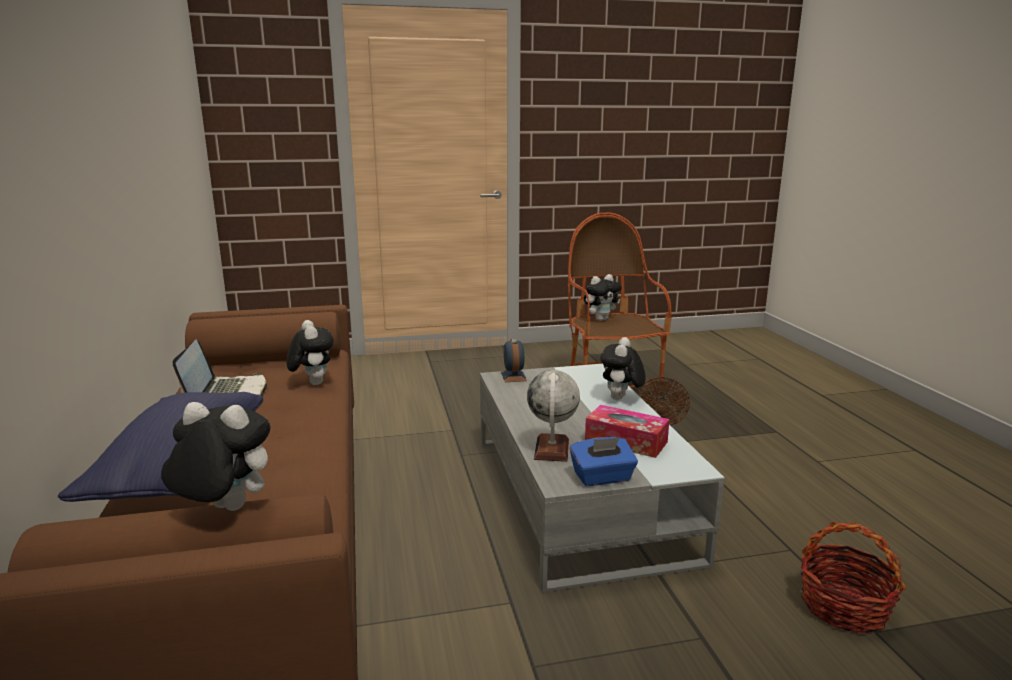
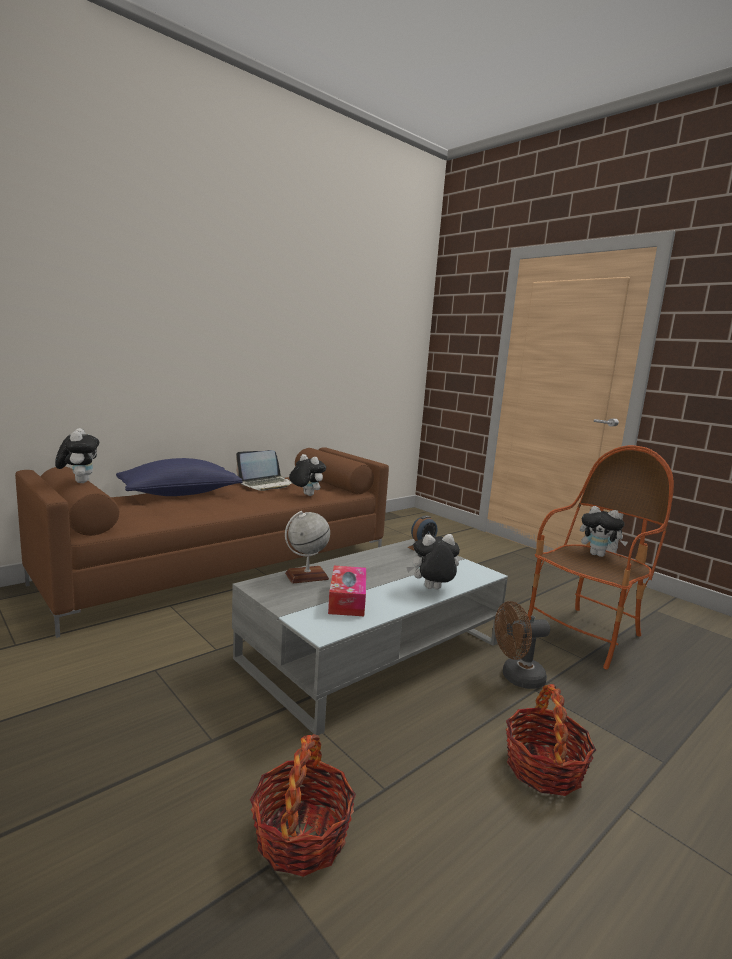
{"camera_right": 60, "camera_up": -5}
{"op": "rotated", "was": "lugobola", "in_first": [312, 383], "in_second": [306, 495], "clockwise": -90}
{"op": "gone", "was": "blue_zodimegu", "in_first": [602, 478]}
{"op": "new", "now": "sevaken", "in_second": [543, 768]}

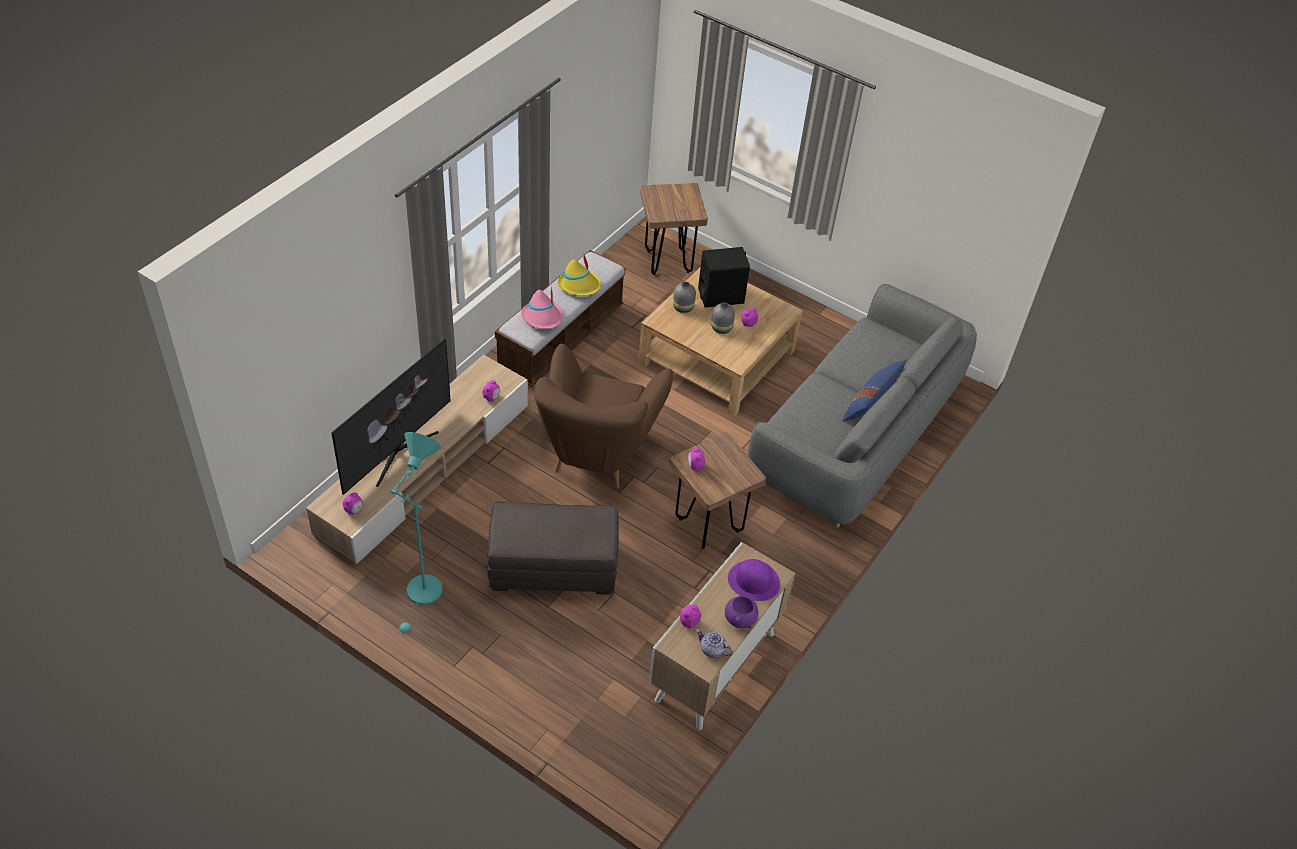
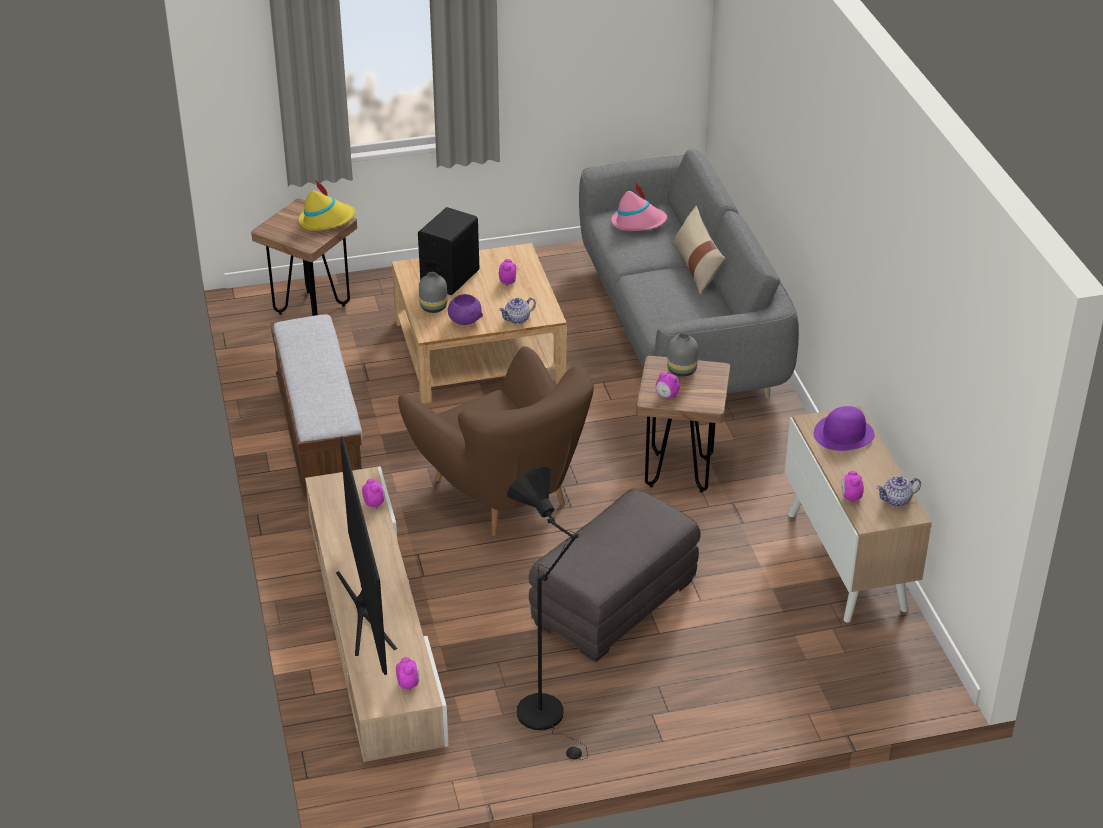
{"camera_right": -45, "camera_up": -10}
{"op": "repainted", "was": "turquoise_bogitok", "now": "black_bogitok", "in_first": [423, 596], "in_second": [547, 718]}
{"op": "shifted", "was": "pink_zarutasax", "in_first": [543, 317], "in_second": [638, 222]}
{"op": "shifted", "was": "yellow_zarutasax", "in_first": [579, 285], "in_second": [326, 220]}
{"op": "shifted", "was": "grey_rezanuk", "in_first": [722, 328], "in_second": [682, 370]}
{"op": "shifted", "was": "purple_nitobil", "in_first": [740, 619], "in_second": [465, 320]}
{"op": "repainted", "was": "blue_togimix", "now": "beige_togimix", "in_first": [870, 402], "in_second": [697, 266]}
{"op": "new", "now": "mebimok", "in_second": [517, 319]}

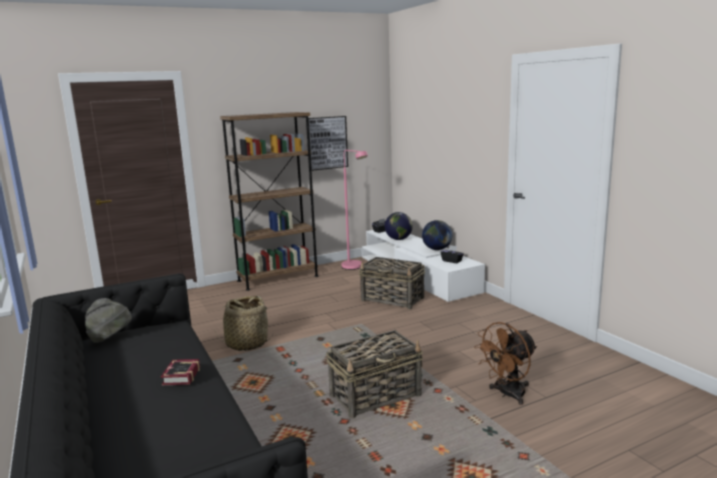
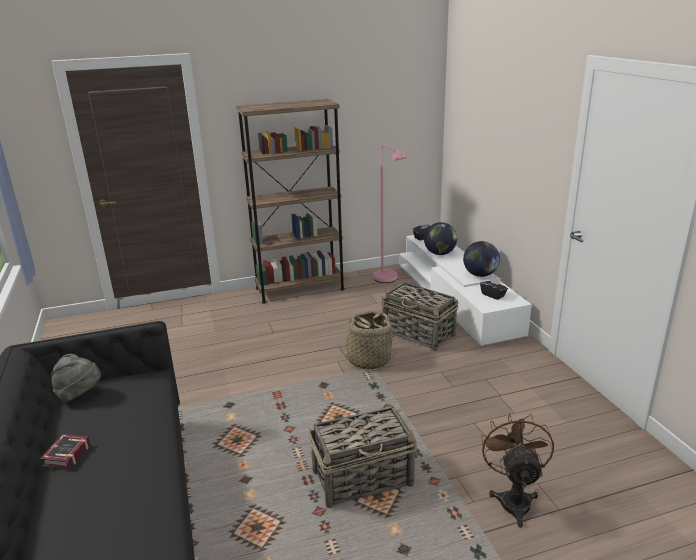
{"camera_right": 10, "camera_up": 10}
{"op": "shifted", "was": "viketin", "in_first": [180, 377], "in_second": [65, 456]}
{"op": "shifted", "was": "sevaken", "in_first": [246, 343], "in_second": [368, 359]}
{"op": "gone", "was": "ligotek", "in_first": [327, 143]}
{"op": "rotated", "was": "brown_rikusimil", "in_first": [507, 394], "in_second": [513, 498], "clockwise": 120}

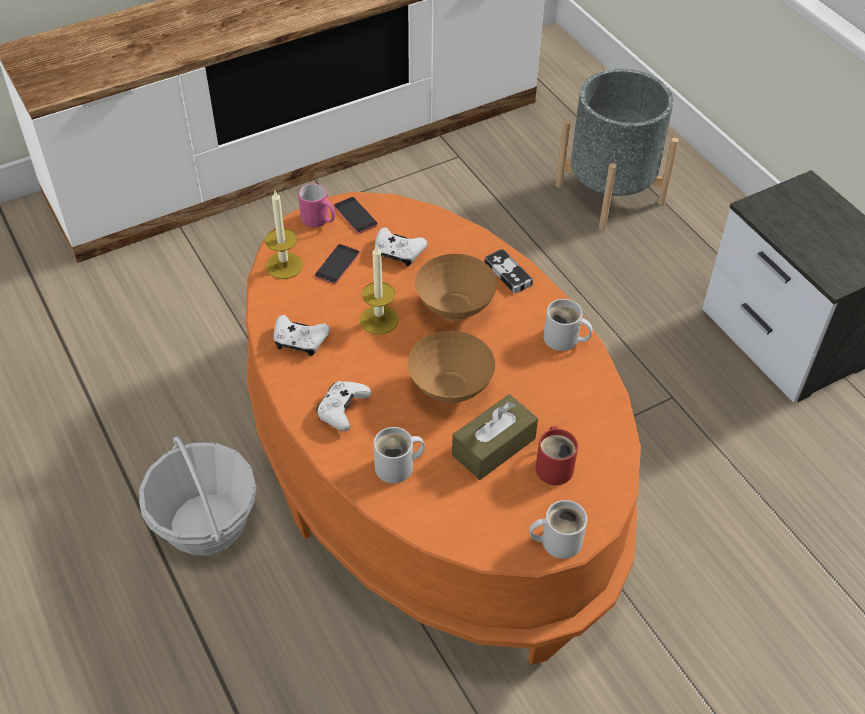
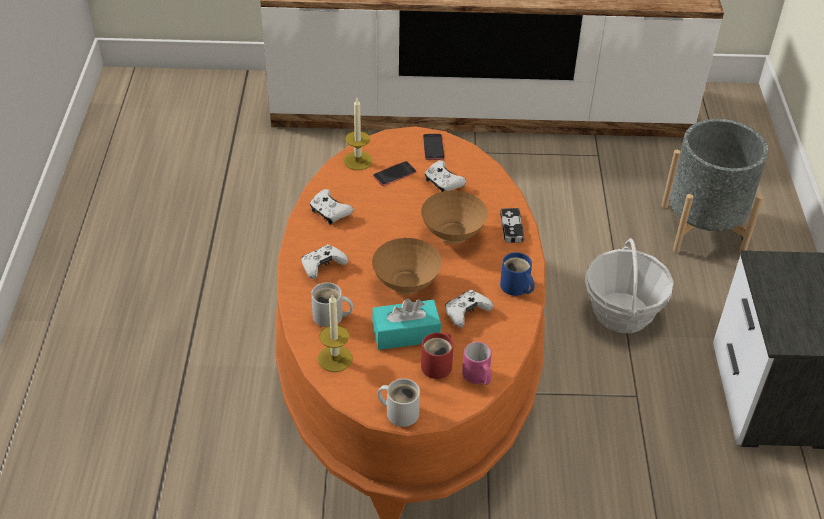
{"camera_right": 30, "camera_up": -5}
{"op": "shifted", "was": "sevaken", "in_first": [206, 524], "in_second": [622, 313]}
{"op": "shifted", "was": "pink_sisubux", "in_first": [319, 221], "in_second": [478, 378]}
{"op": "shifted", "was": "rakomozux", "in_first": [379, 320], "in_second": [335, 358]}
{"op": "repainted", "was": "brown_zodimegu", "now": "turquoise_zodimegu", "in_first": [493, 446], "in_second": [406, 333]}
{"op": "repainted", "was": "white_sisubux", "now": "blue_sisubux", "in_first": [564, 340], "in_second": [515, 287]}
{"op": "new", "now": "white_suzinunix", "in_second": [466, 313]}

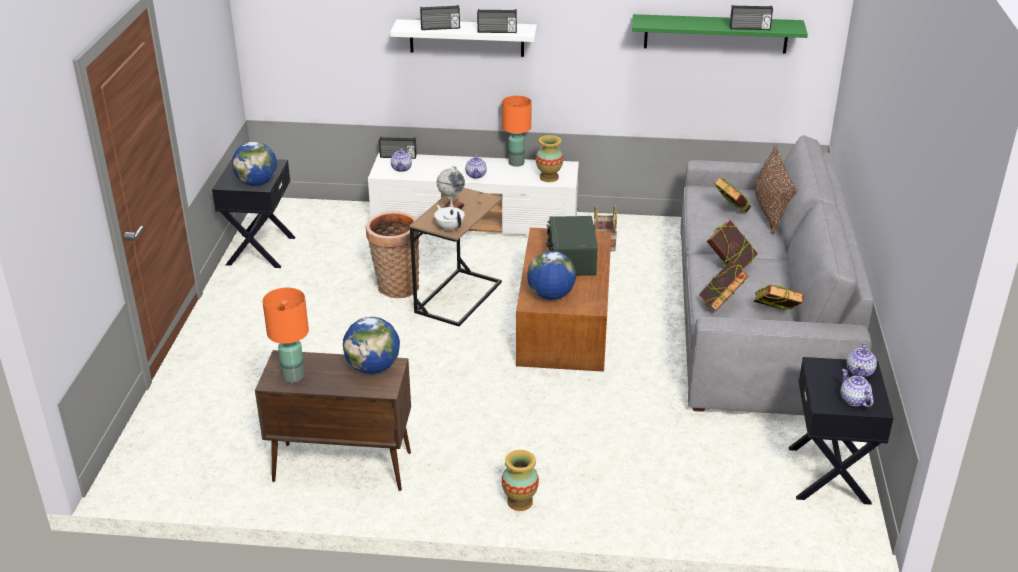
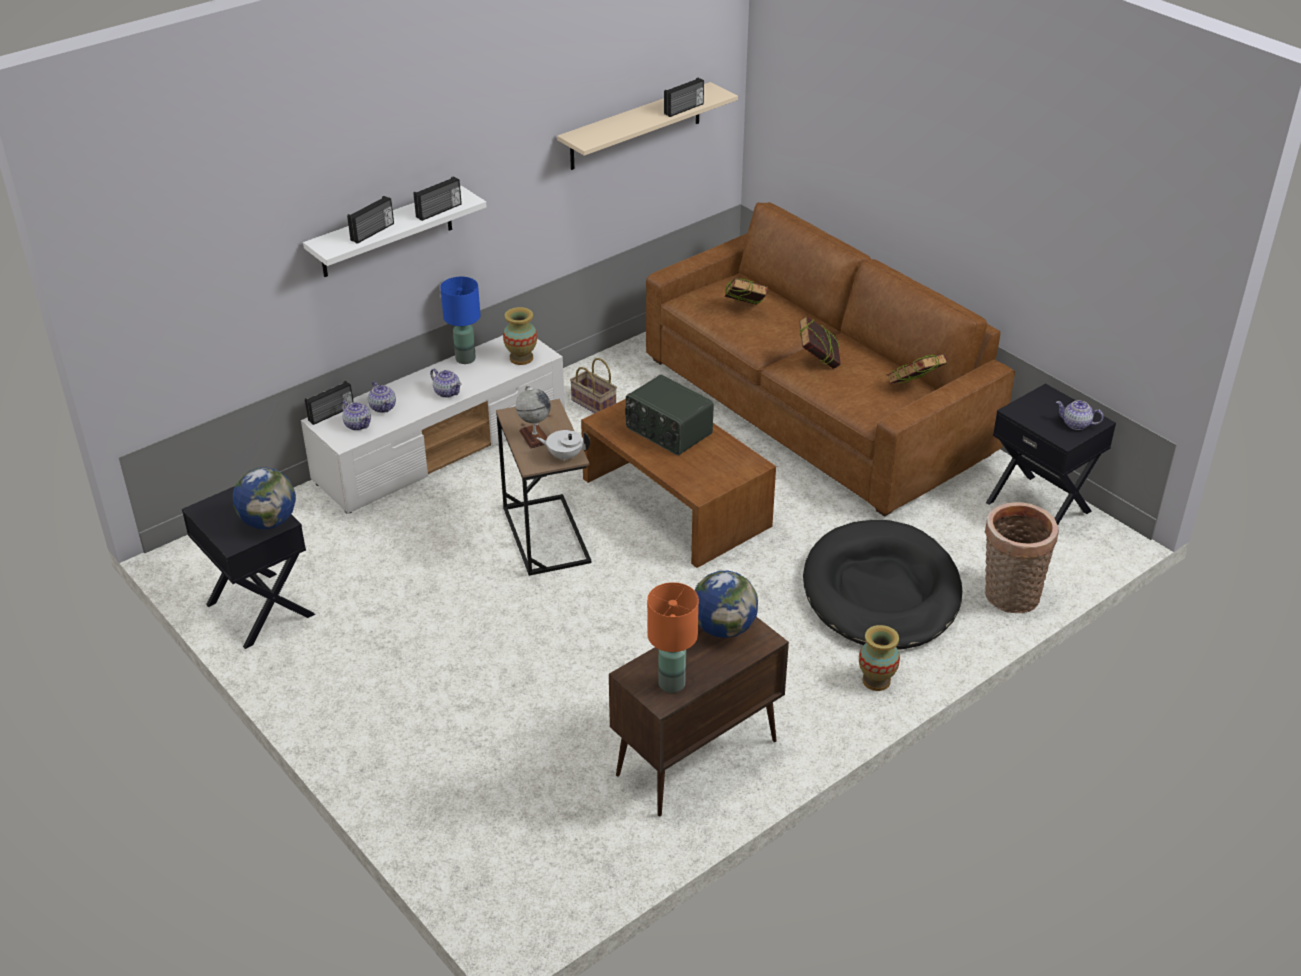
{"camera_right": -45, "camera_up": 5}
{"op": "shifted", "was": "sevaken", "in_first": [395, 286], "in_second": [1008, 597]}
{"op": "repainted", "was": "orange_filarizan", "now": "blue_filarizan", "in_first": [516, 163], "in_second": [465, 358]}
{"op": "gone", "was": "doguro", "in_first": [551, 295]}
{"op": "repainted", "was": "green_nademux", "now": "beige_nademux", "in_first": [716, 33], "in_second": [636, 126]}
{"op": "repainted", "was": "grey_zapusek", "now": "brown_zapusek", "in_first": [756, 318], "in_second": [815, 406]}
{"op": "gone", "was": "viketin", "in_first": [721, 305]}
{"op": "gone", "was": "brown_togimix", "in_first": [769, 210]}
{"op": "shifted", "was": "mebimok", "in_first": [860, 371], "in_second": [383, 407]}
{"op": "new", "now": "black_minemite", "in_second": [881, 592]}

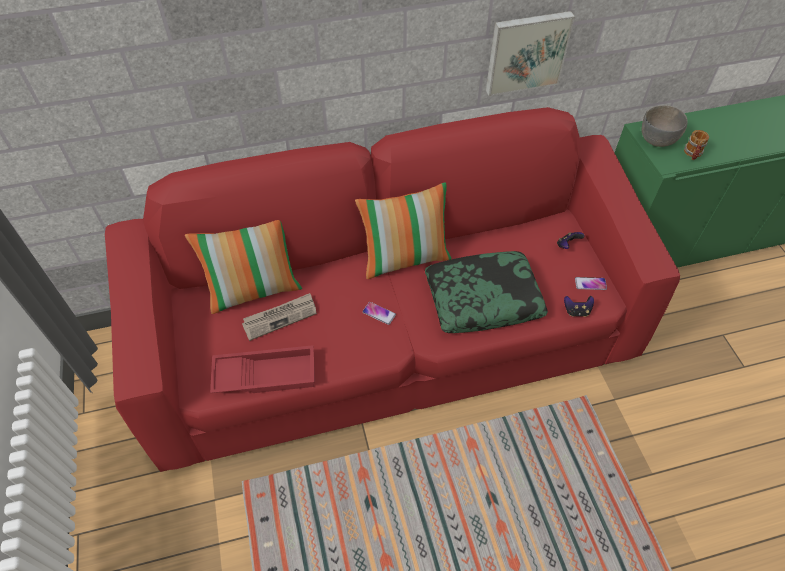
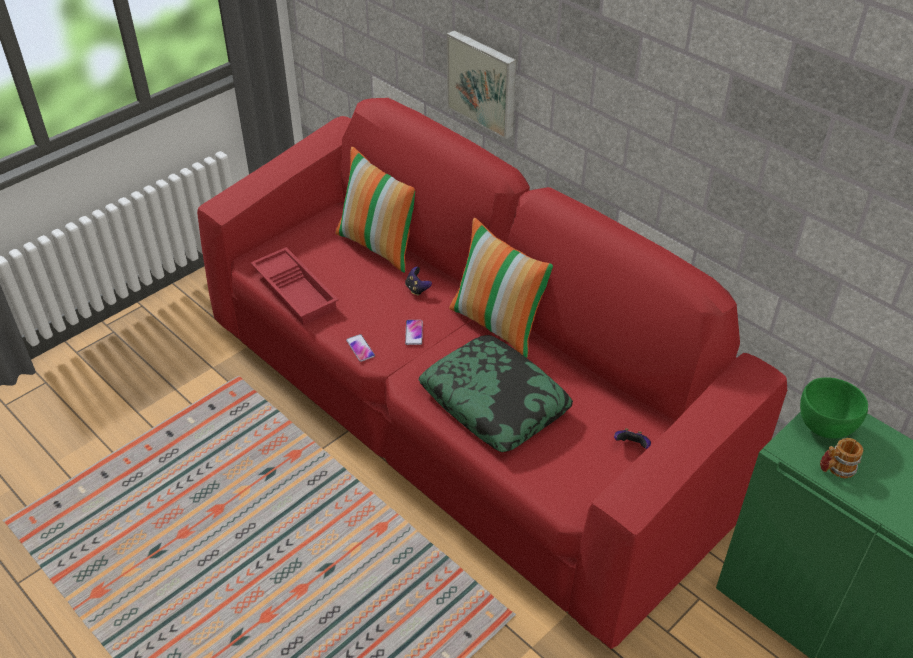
{"camera_right": 60, "camera_up": -10}
{"op": "gone", "was": "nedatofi", "in_first": [280, 317]}
{"op": "shifted", "was": "ligotek", "in_first": [526, 52], "in_second": [483, 83]}
{"op": "shifted", "was": "suzinunix", "in_first": [576, 311], "in_second": [417, 289]}
{"op": "shifted", "was": "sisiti", "in_first": [590, 284], "in_second": [360, 348]}
{"op": "repainted", "was": "grey_nitobil", "now": "green_nitobil", "in_first": [657, 140], "in_second": [825, 427]}

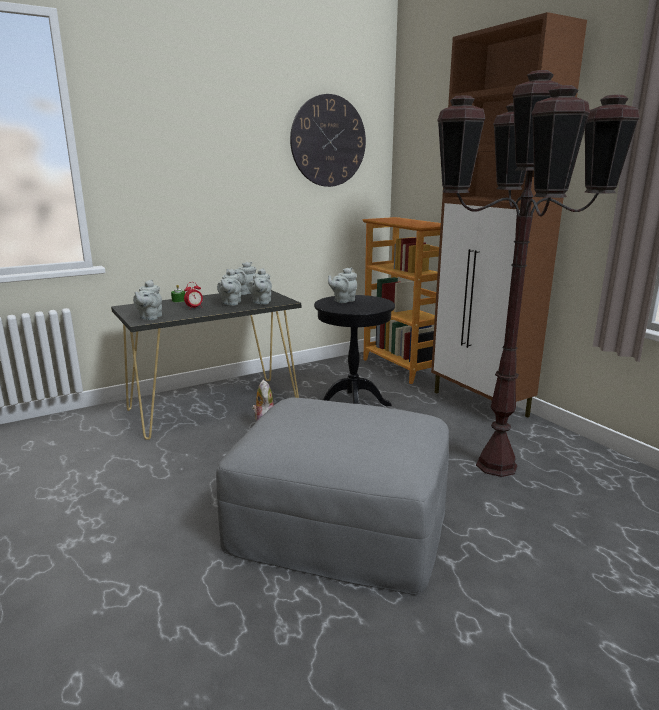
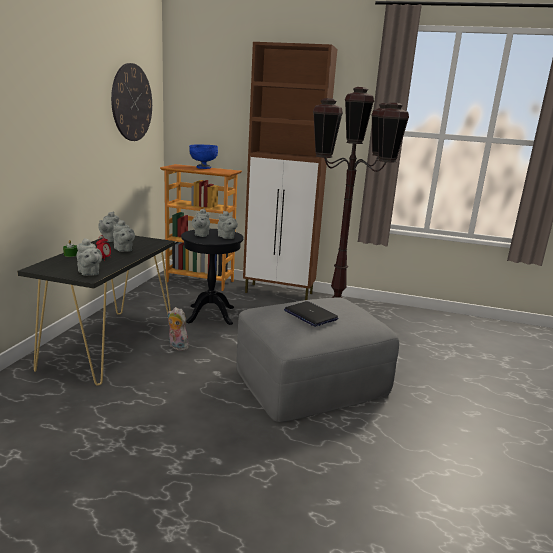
{"camera_right": -45, "camera_up": 0}
{"op": "shifted", "was": "grey_mebimok", "in_first": [261, 302], "in_second": [227, 237]}
{"op": "new", "now": "blue_nitobil", "in_second": [203, 168]}
{"op": "new", "now": "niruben", "in_second": [310, 315]}

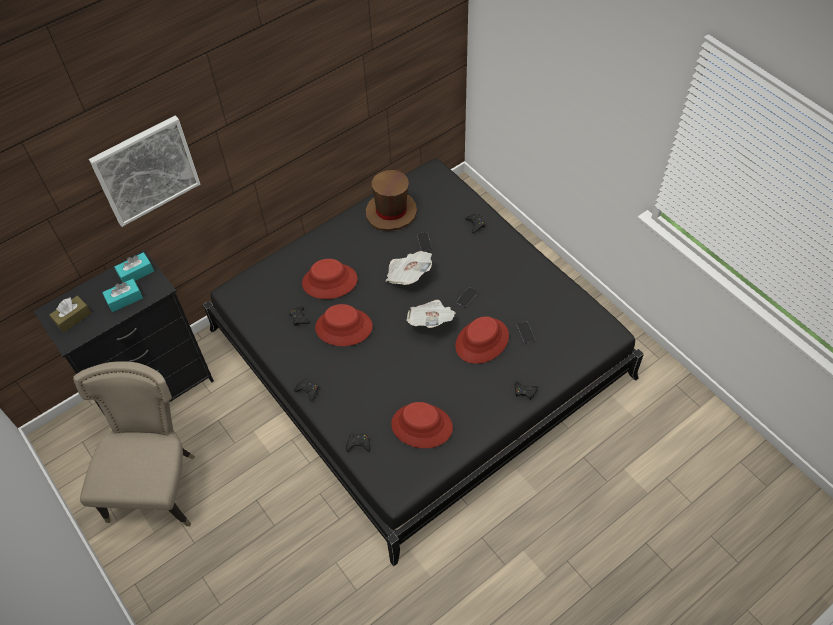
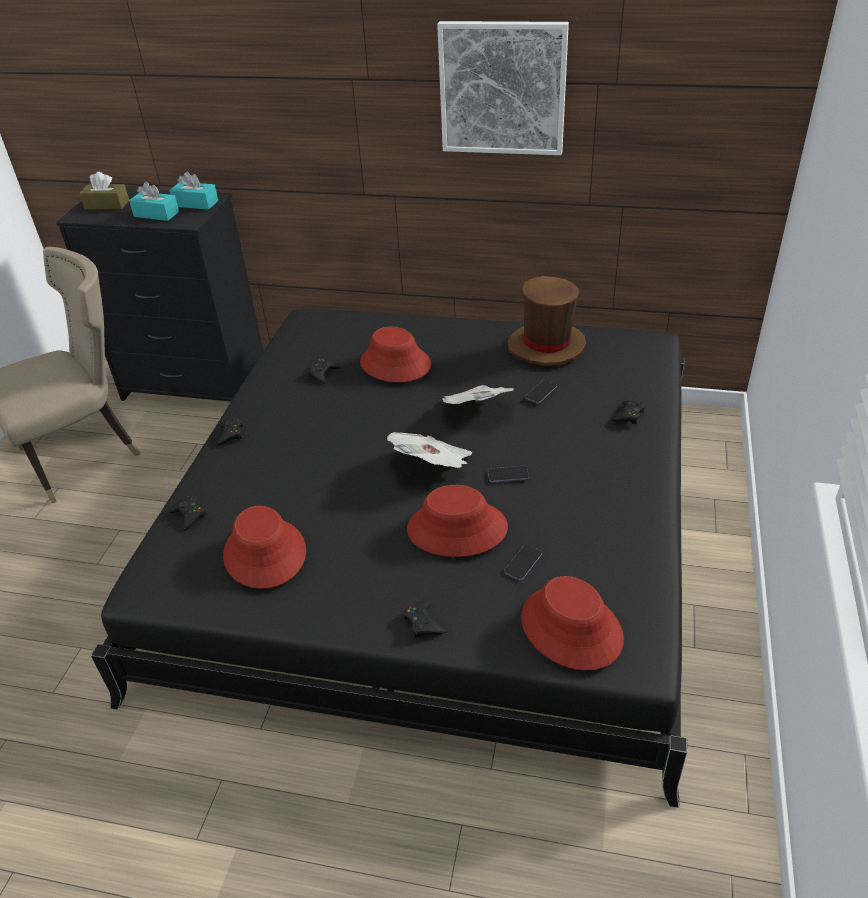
{"camera_right": 50, "camera_up": -15}
{"op": "shifted", "was": "ligotek", "in_first": [146, 170], "in_second": [502, 88]}
{"op": "shifted", "was": "red_zarutasax", "in_first": [343, 327], "in_second": [570, 628]}

